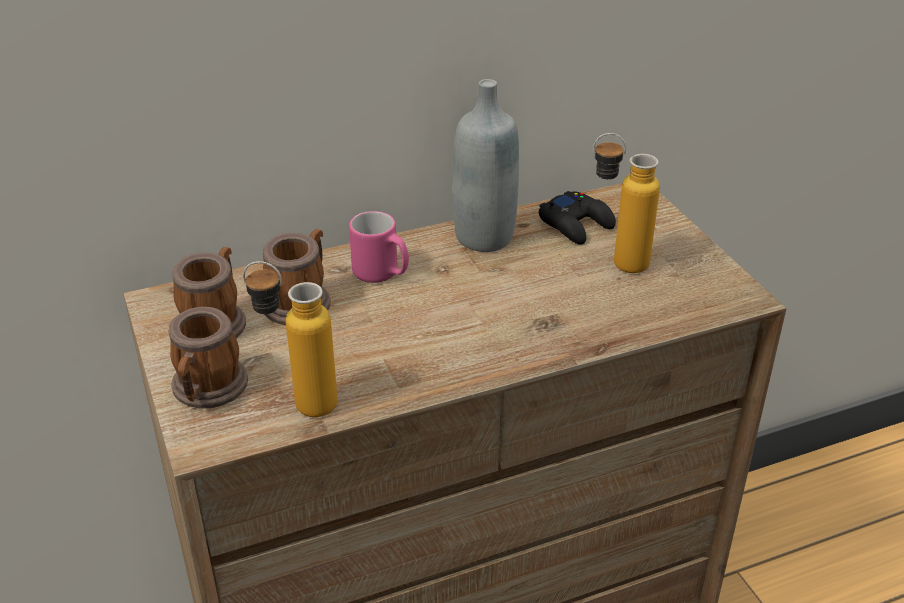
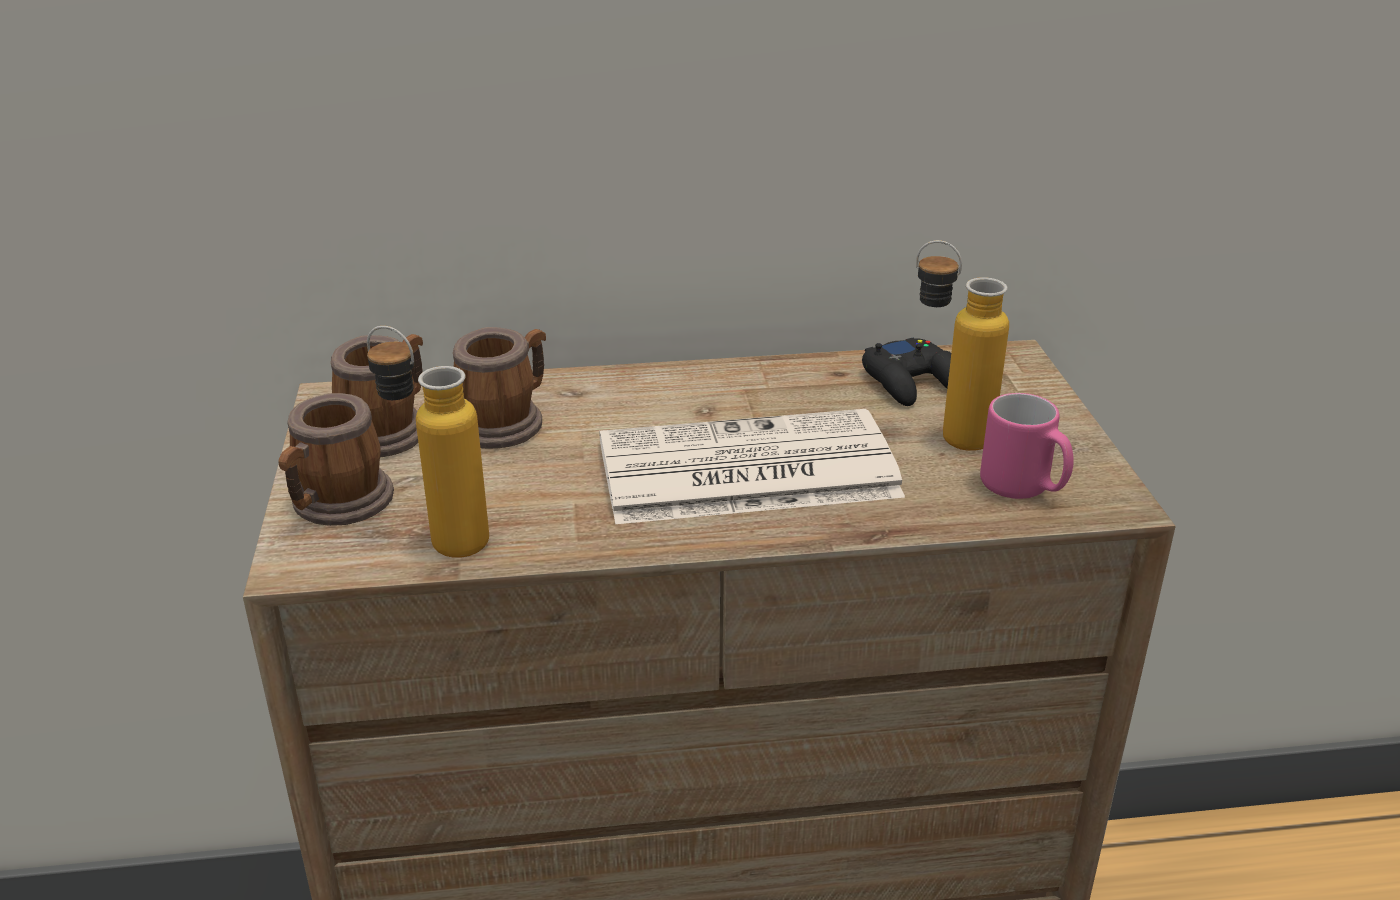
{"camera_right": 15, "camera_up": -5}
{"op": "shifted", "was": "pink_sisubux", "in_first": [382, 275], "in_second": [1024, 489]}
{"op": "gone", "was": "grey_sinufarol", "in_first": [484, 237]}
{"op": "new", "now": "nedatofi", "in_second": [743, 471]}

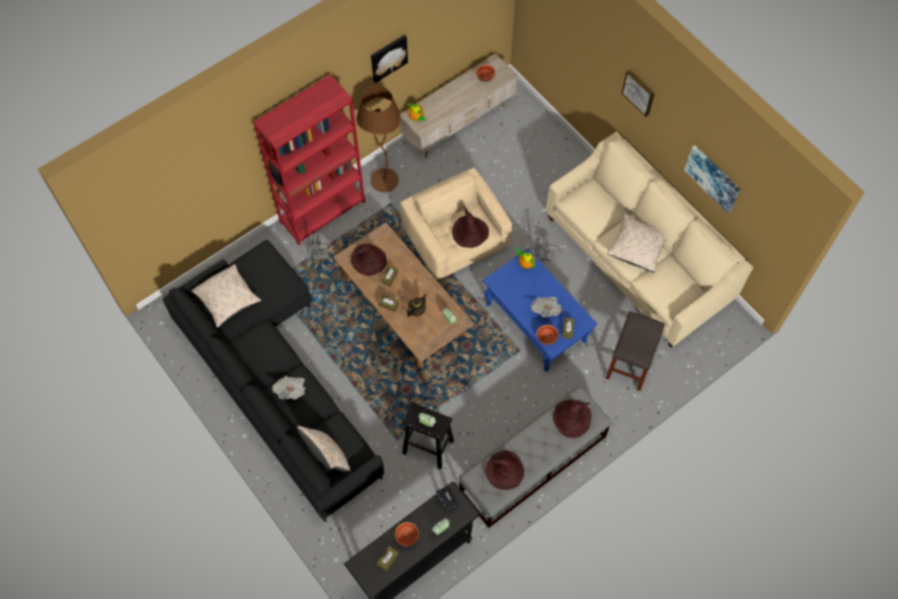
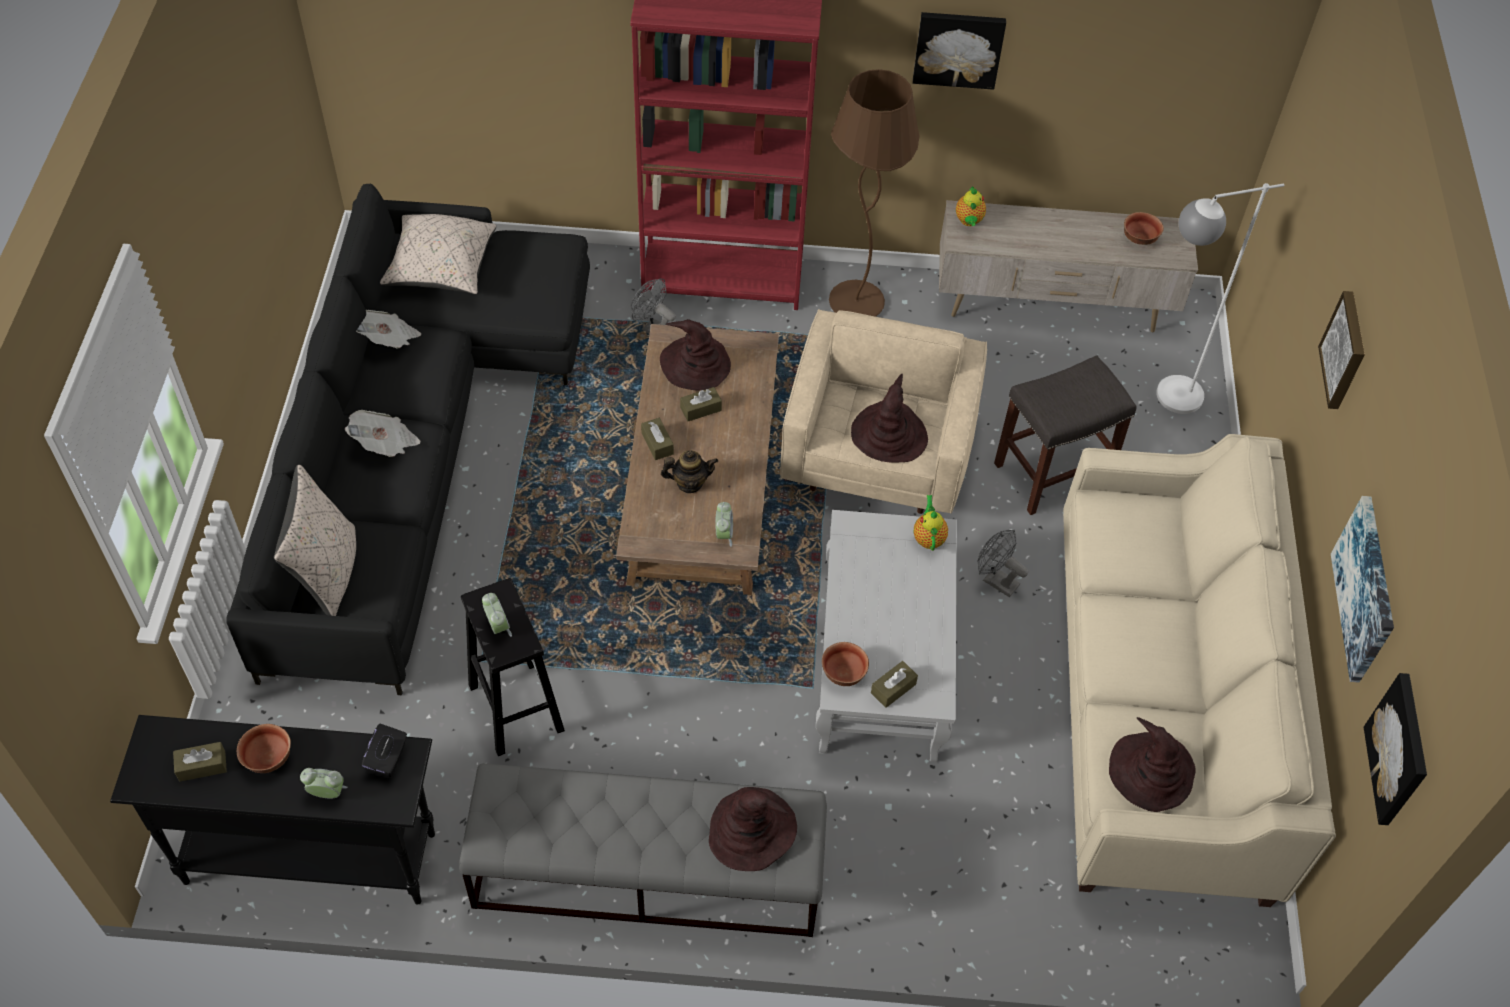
{"camera_right": 40, "camera_up": -10}
{"op": "repainted", "was": "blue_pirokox", "now": "white_pirokox", "in_first": [536, 323], "in_second": [881, 668]}
{"op": "shifted", "was": "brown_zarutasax", "in_first": [504, 470], "in_second": [1151, 772]}
{"op": "shifted", "was": "nedatofi", "in_first": [546, 310], "in_second": [388, 339]}
{"op": "shifted", "was": "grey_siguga", "in_first": [630, 365], "in_second": [1051, 474]}
{"op": "gone", "was": "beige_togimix", "in_first": [637, 247]}
{"op": "new", "now": "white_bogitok", "in_second": [1163, 399]}
{"op": "new", "now": "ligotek", "in_second": [1400, 750]}

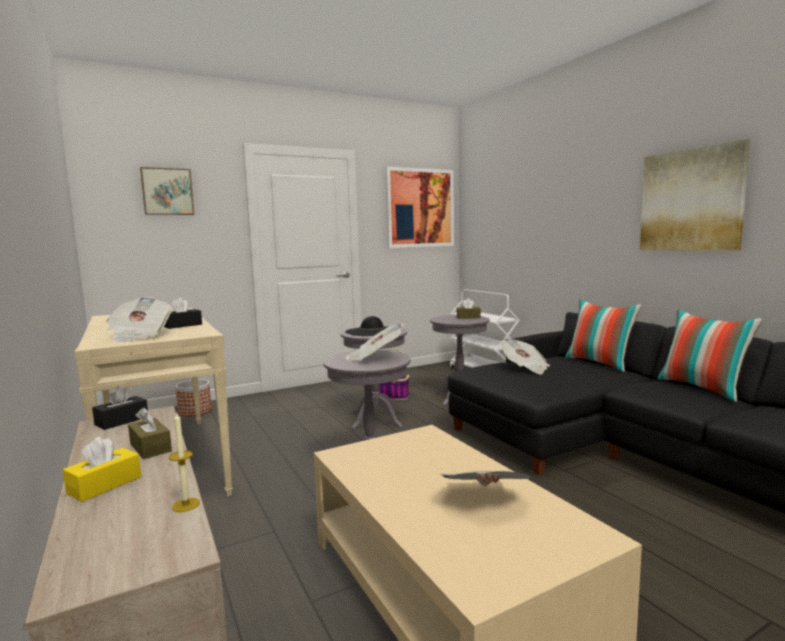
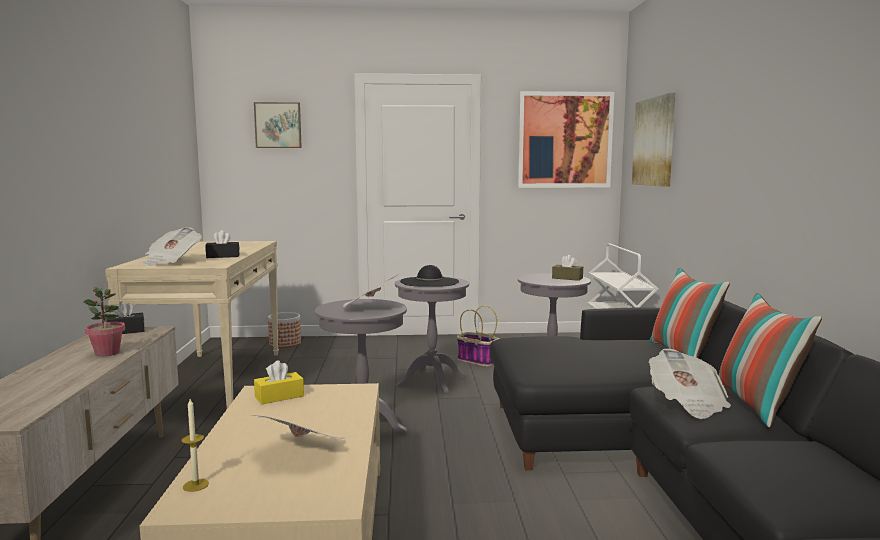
{"camera_right": 25, "camera_up": 0}
{"op": "shifted", "was": "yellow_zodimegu", "in_first": [104, 485], "in_second": [279, 396]}
{"op": "swapped", "was": "brown_zodimegu", "now": "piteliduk", "in_first": [150, 447], "in_second": [107, 353]}
{"op": "shifted", "was": "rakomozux", "in_first": [186, 505], "in_second": [195, 485]}
{"op": "shifted", "was": "nedatofi", "in_first": [525, 368], "in_second": [687, 403]}
{"op": "shifted", "was": "ligotek", "in_first": [691, 200], "in_second": [654, 142]}

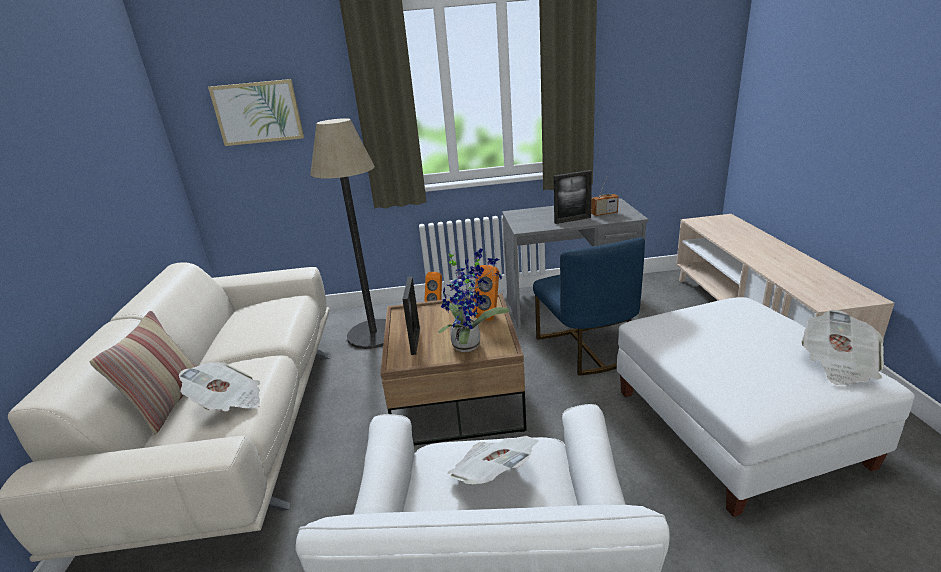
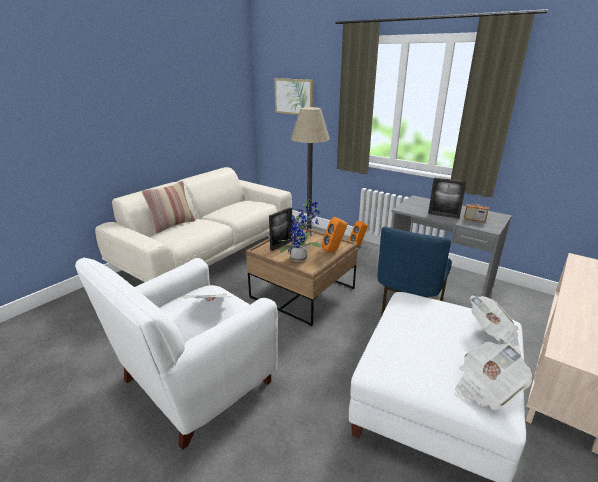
{"camera_right": 40, "camera_up": 0}
{"op": "shifted", "was": "nedatofi", "in_first": [228, 402], "in_second": [492, 332]}

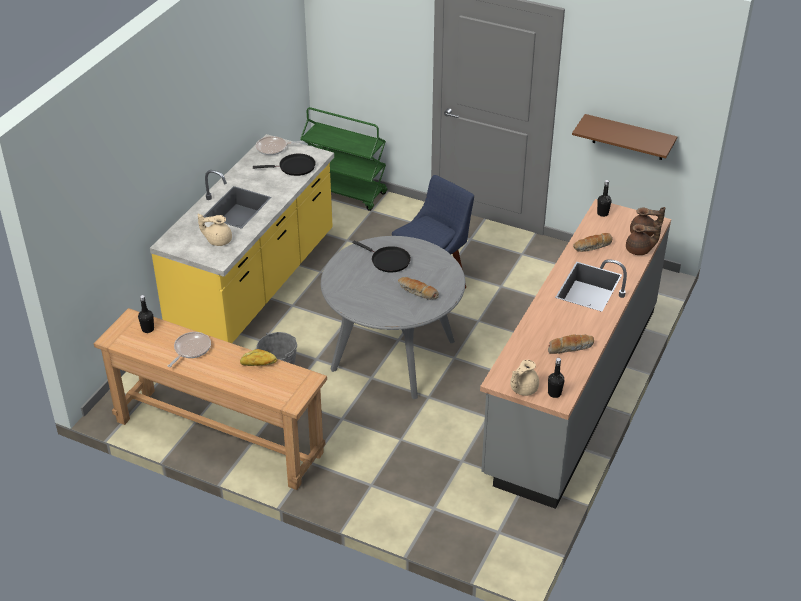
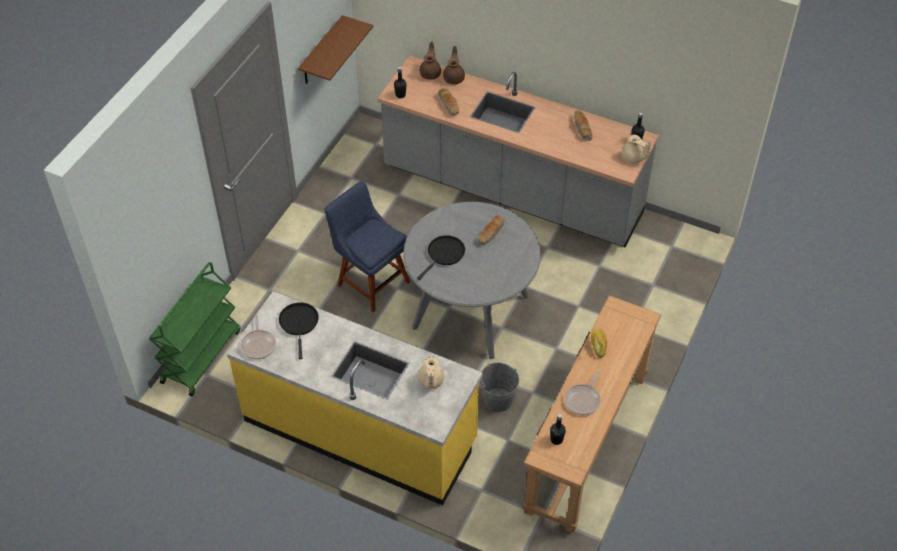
{"camera_right": -90, "camera_up": 10}
{"op": "rotated", "was": "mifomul", "in_first": [191, 349], "in_second": [583, 400], "clockwise": -90}

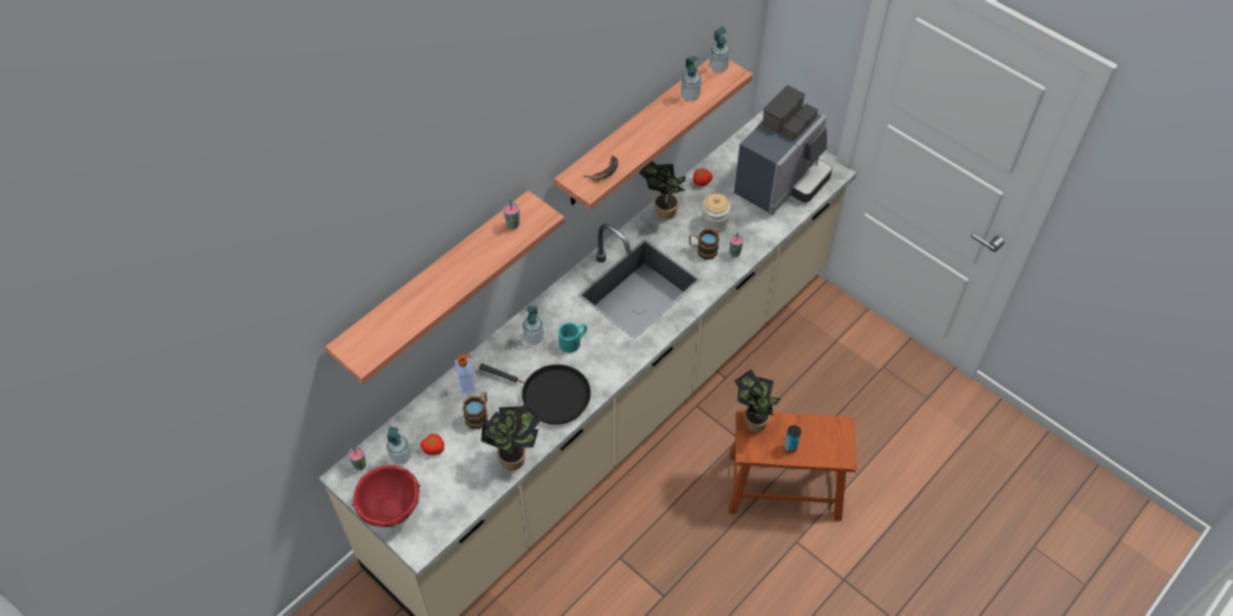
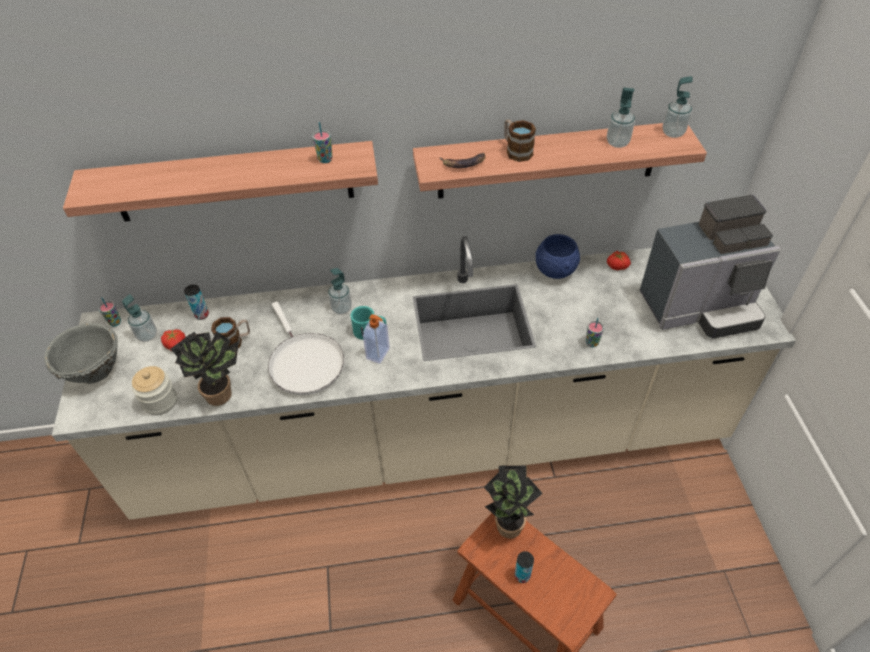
{"camera_right": 40, "camera_up": -5}
{"op": "repainted", "was": "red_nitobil", "now": "grey_nitobil", "in_first": [391, 510], "in_second": [94, 371]}
{"op": "shifted", "was": "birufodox", "in_first": [468, 385], "in_second": [378, 354]}
{"op": "repainted", "was": "black_mifomul", "now": "white_mifomul", "in_first": [551, 396], "in_second": [304, 363]}
{"op": "swapped", "was": "piteliduk", "now": "blue_nitobil", "in_first": [662, 211], "in_second": [556, 271]}
{"op": "shifted", "was": "sisubux", "in_first": [702, 250], "in_second": [516, 150]}
{"op": "shifted", "was": "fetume", "in_first": [714, 222], "in_second": [160, 401]}
{"op": "new", "now": "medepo", "in_second": [201, 315]}

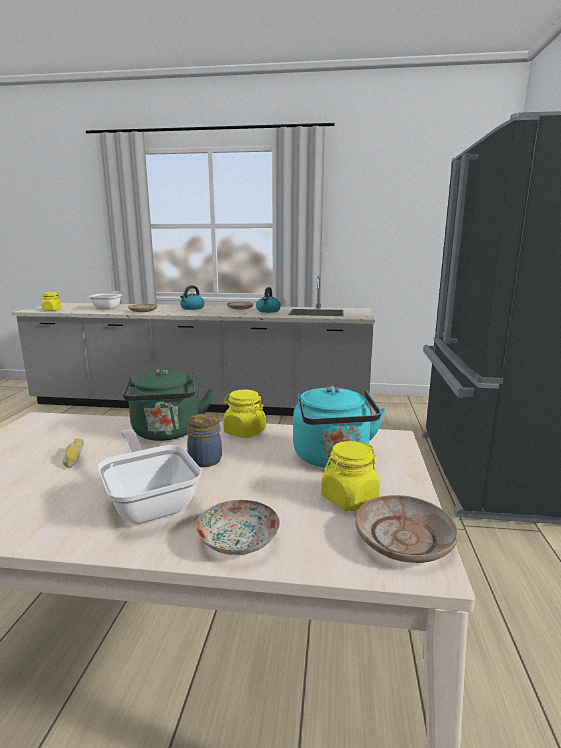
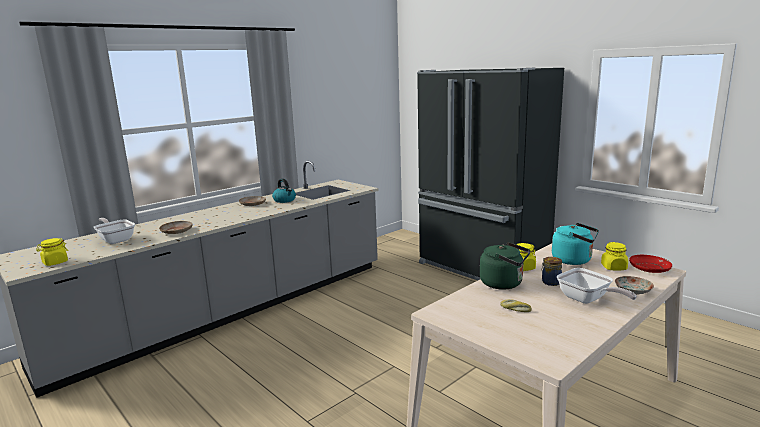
{"camera_right": -50, "camera_up": 0}
{"op": "rotated", "was": "mifomul", "in_first": [150, 502], "in_second": [587, 300], "clockwise": -135}
{"op": "gone", "was": "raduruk", "in_first": [192, 308]}
{"op": "repainted", "was": "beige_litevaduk", "now": "red_litevaduk", "in_first": [404, 539], "in_second": [649, 268]}

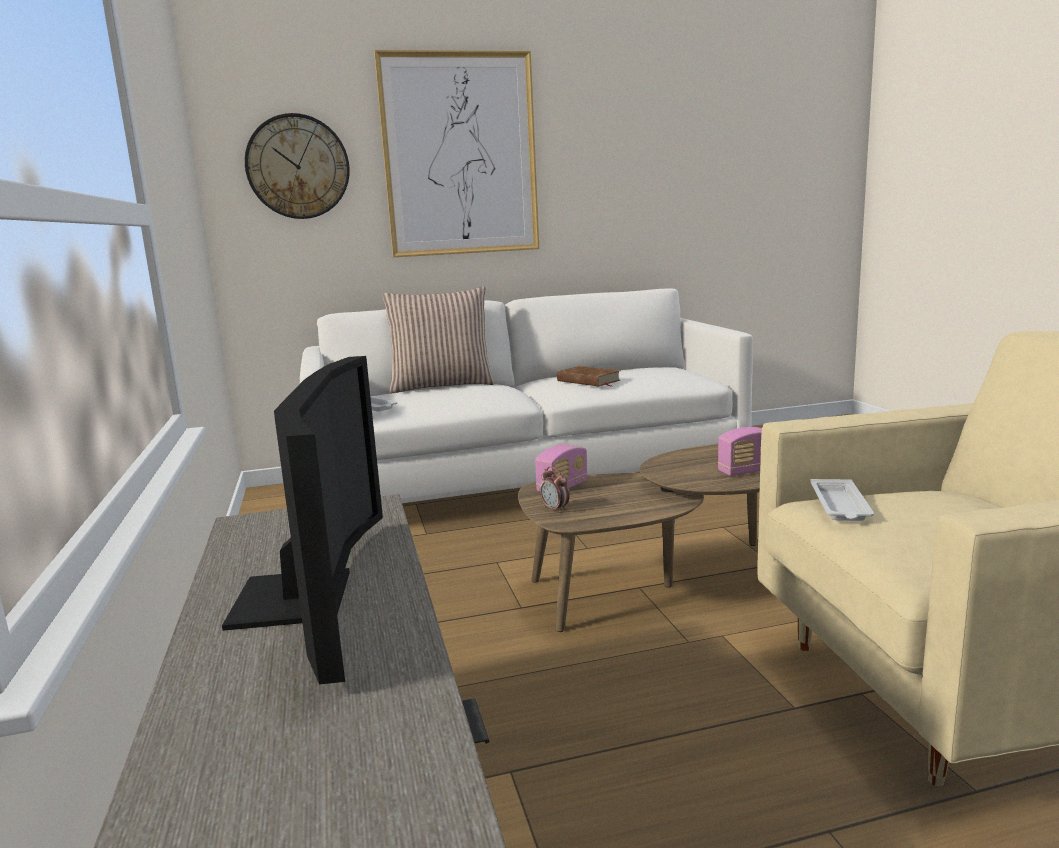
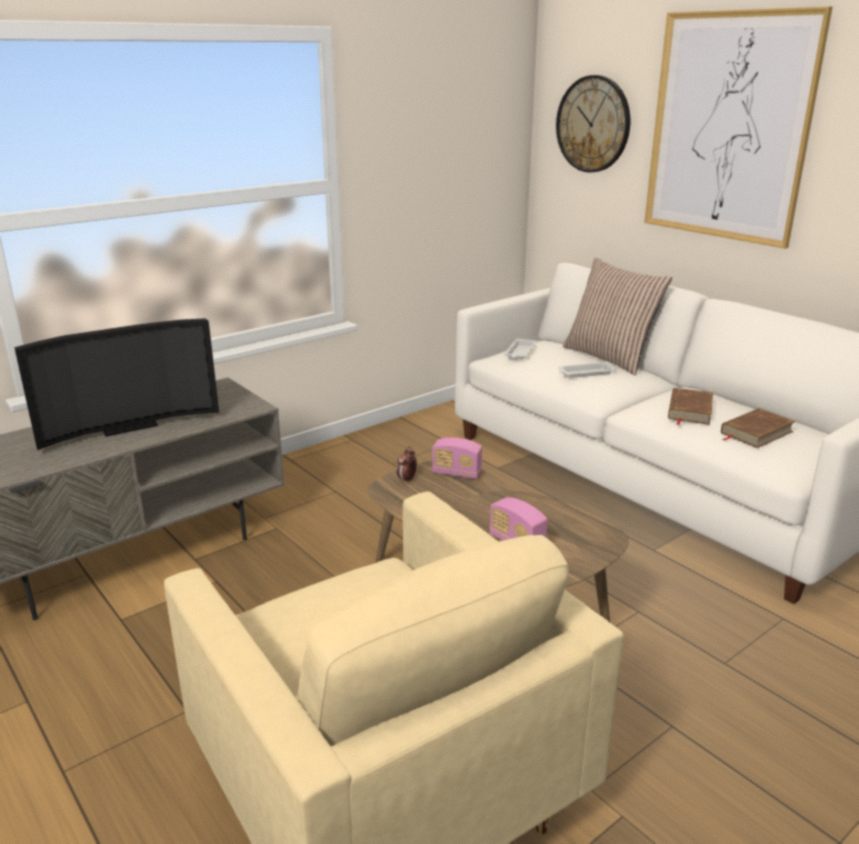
{"camera_right": 65, "camera_up": 10}
{"op": "shifted", "was": "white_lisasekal", "in_first": [840, 506], "in_second": [585, 373]}
{"op": "new", "now": "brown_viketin", "in_second": [756, 432]}

